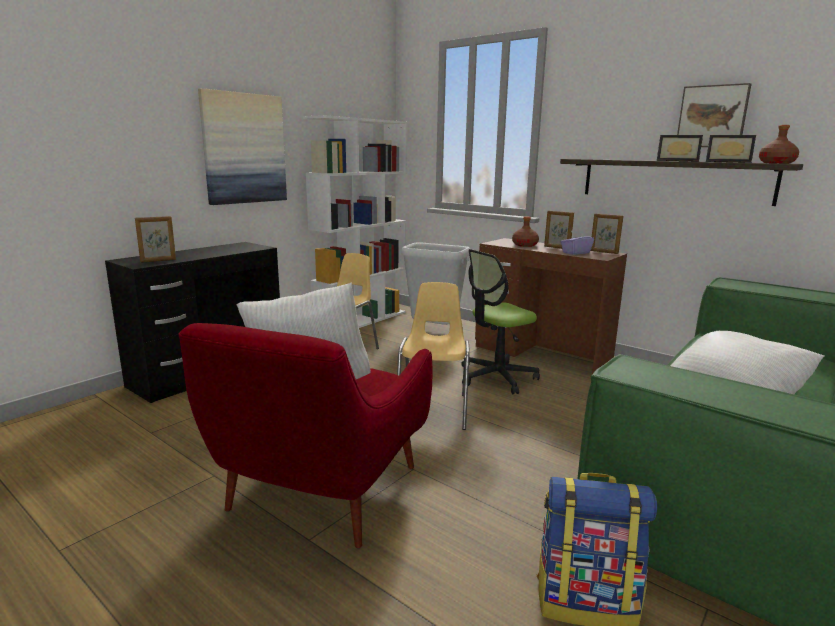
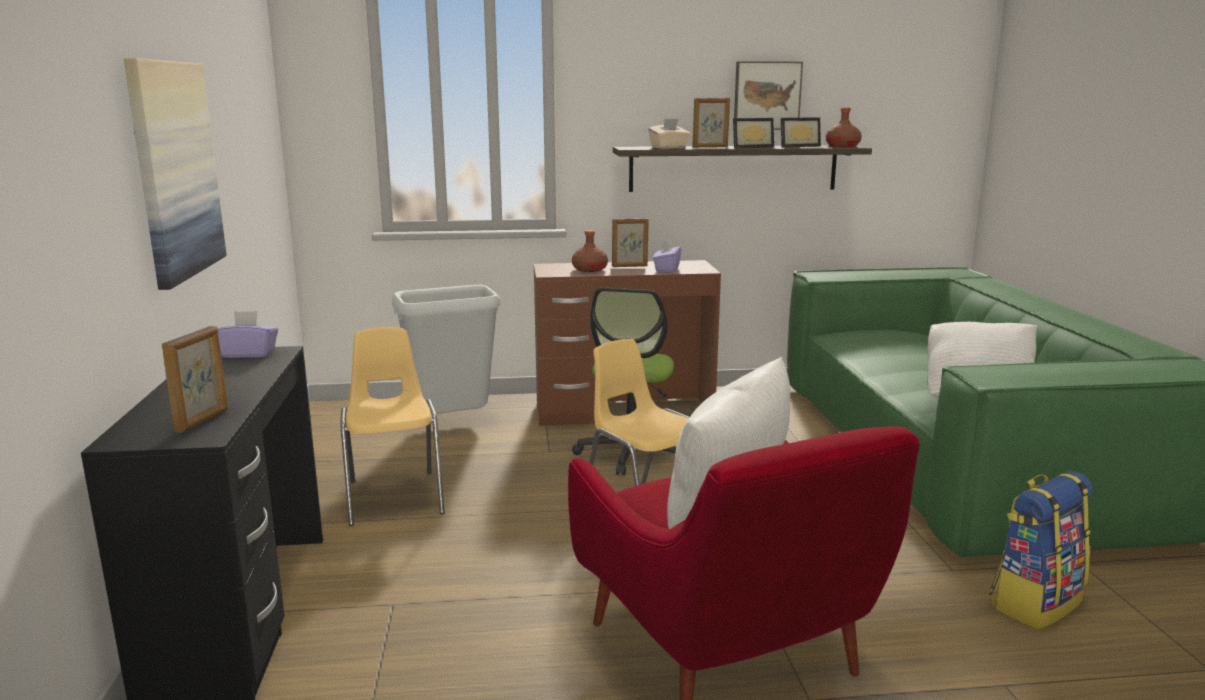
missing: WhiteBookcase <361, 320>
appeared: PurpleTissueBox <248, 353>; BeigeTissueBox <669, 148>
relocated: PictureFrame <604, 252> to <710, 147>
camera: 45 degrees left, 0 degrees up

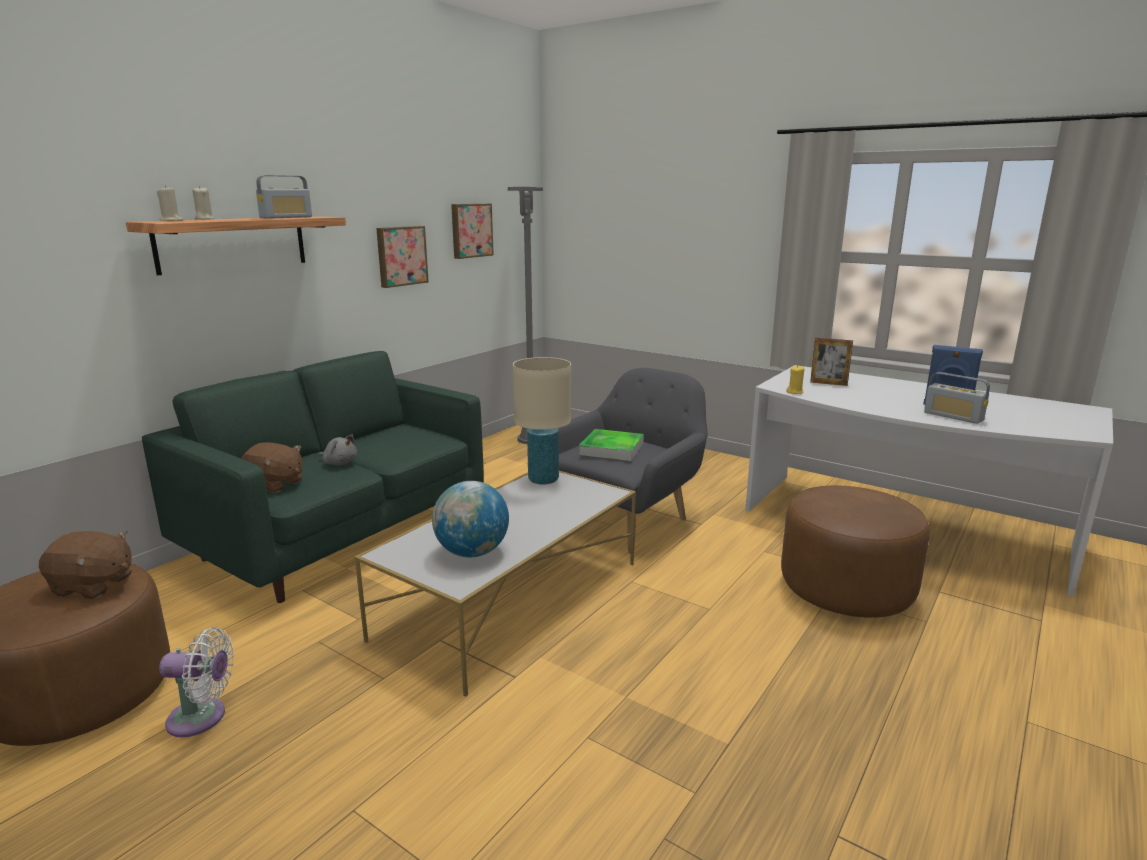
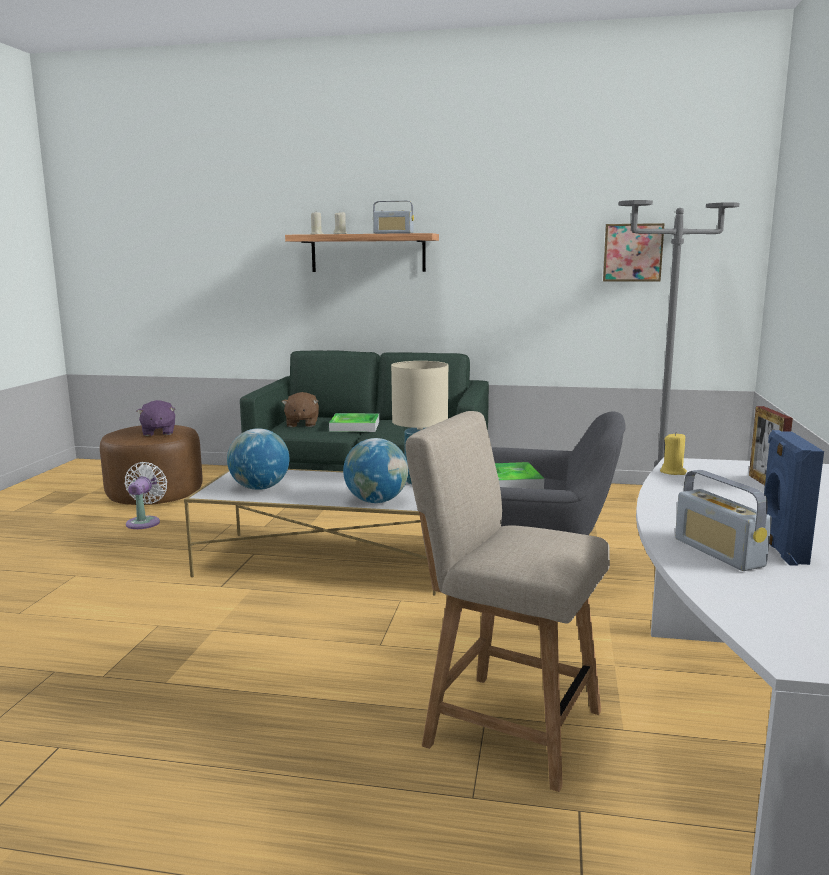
missing: Picture <401, 256>
appeared: Globe <376, 501>
exchanged: GreyPlushToy <339, 463> to Tray <354, 426>; BrownOttoman <845, 589> to BeigeChair <505, 725>
colour: BrownPlushToy <93, 586> to PurplePlushToy <158, 432>
spun: WhiteFan <202, 718> = <145, 522> 150 degrees counterclockwise; Radio <953, 416> = <718, 552> 45 degrees counterclockwise
camera: 65 degrees right, 5 degrees down

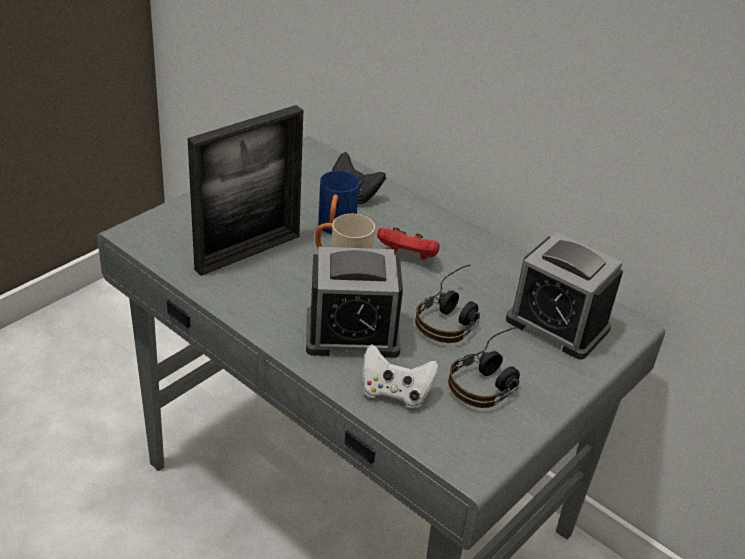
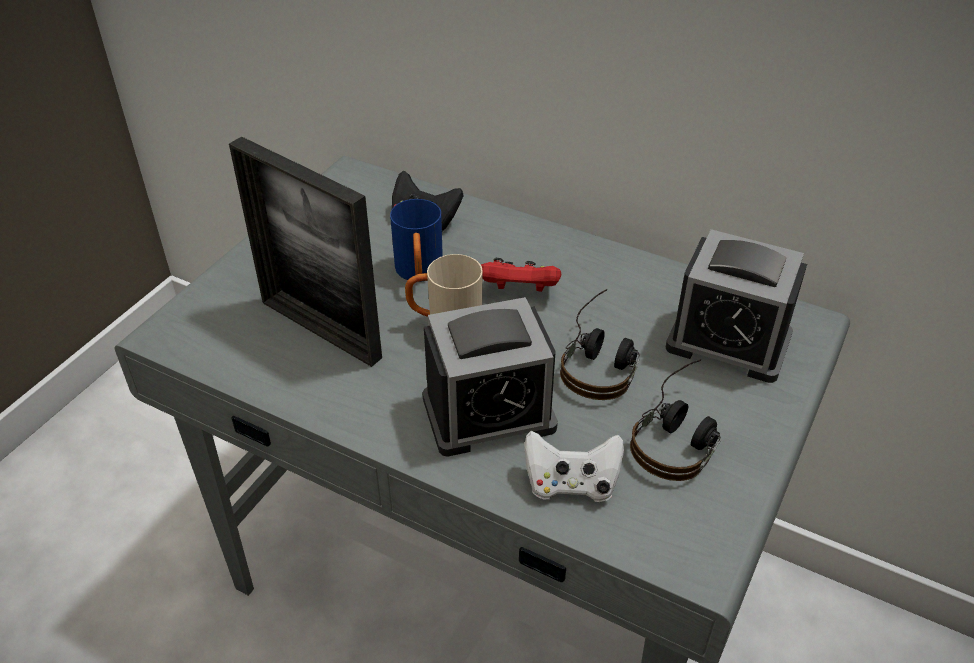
spun: PictureFrame <248, 252> = <320, 329> 90 degrees clockwise
camera: 10 degrees left, 5 degrees up

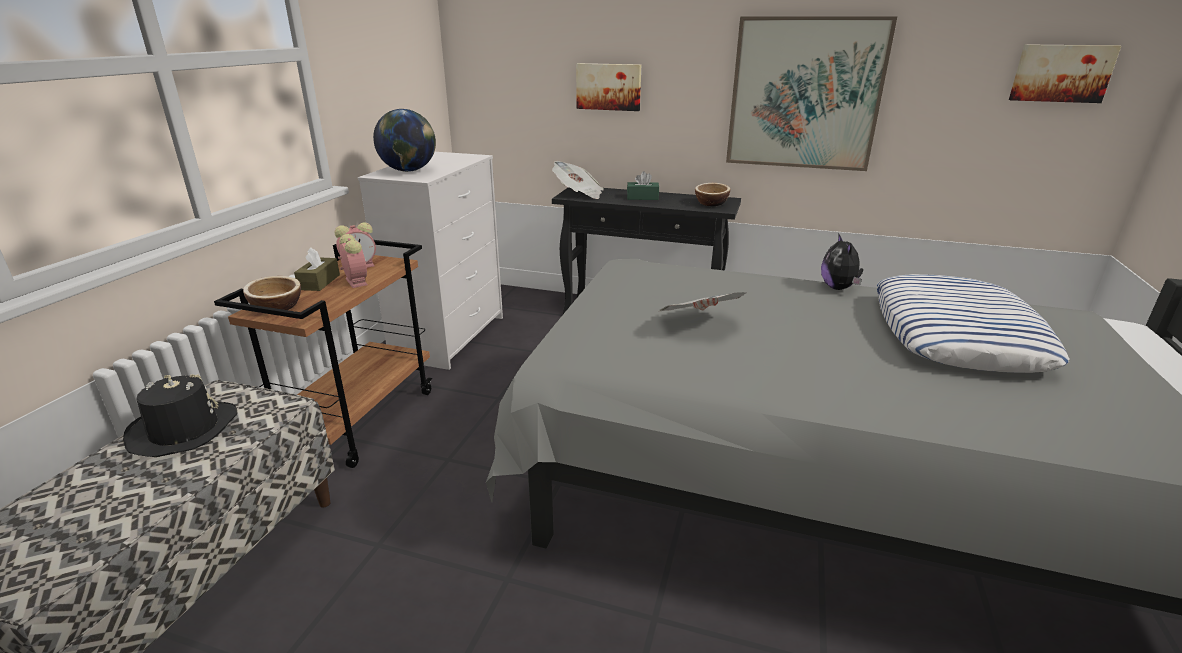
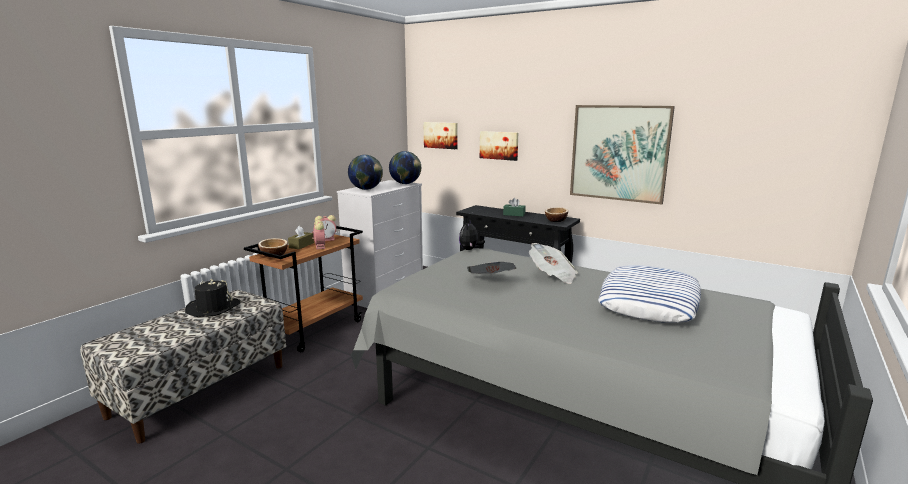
appeared: Globe <405, 184>
relocated: Newspaper <578, 194> to <553, 276>; PlushToy <839, 288> to <470, 249>; Picture <1061, 73> to <441, 135>
camera: 15 degrees right, 10 degrees down

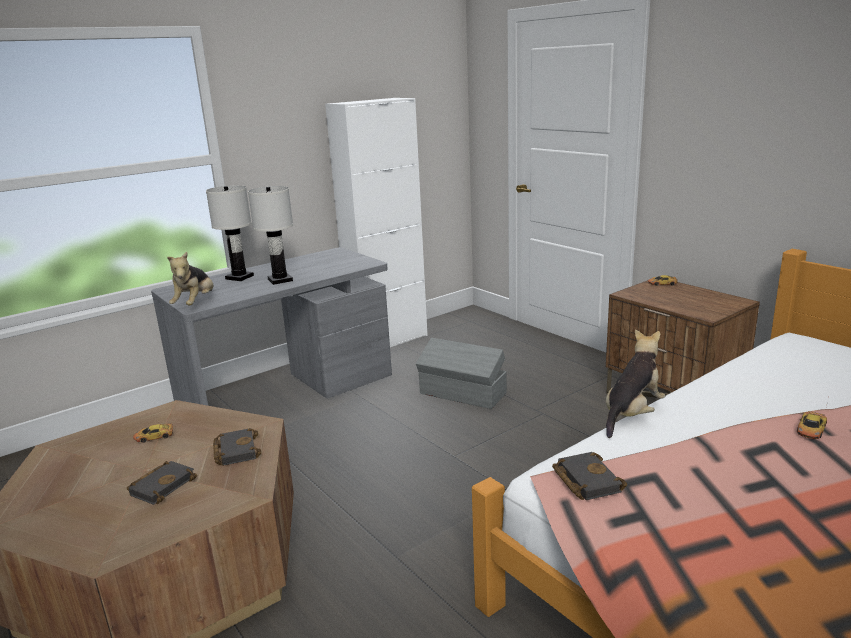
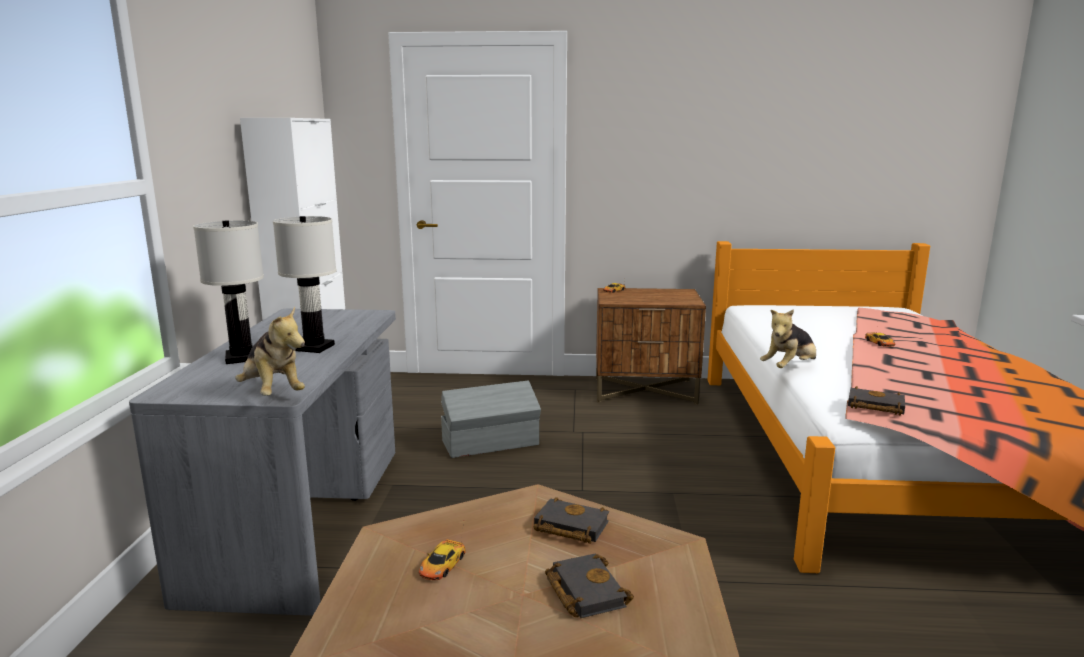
spun: PlushToy <632, 414> = <789, 368> 120 degrees counterclockwise
camera: 50 degrees left, 5 degrees down

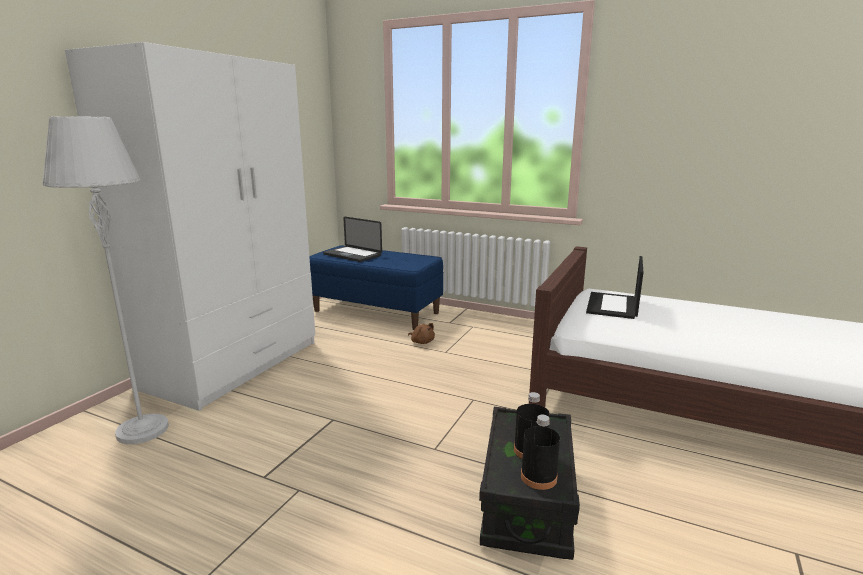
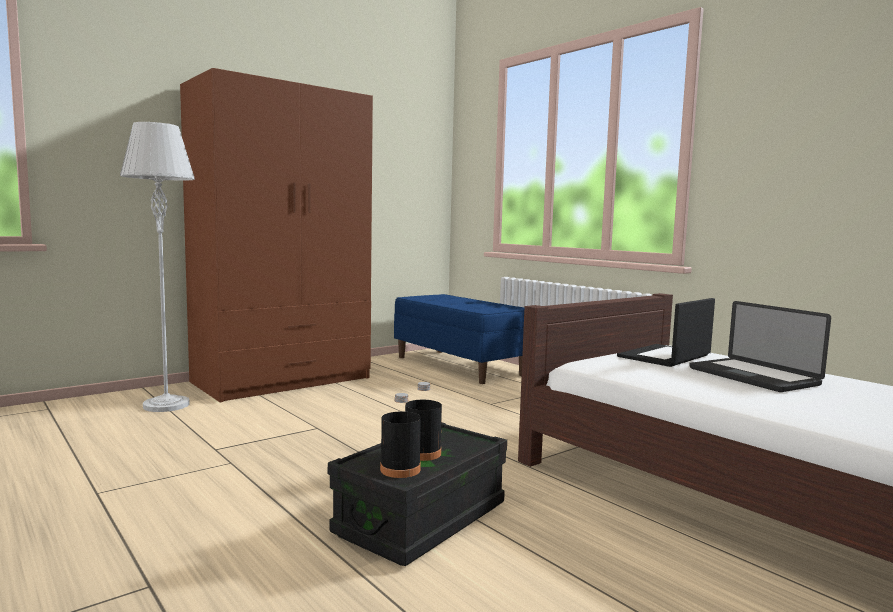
missing: BrownPlushToy <422, 342>
relocated: Laptop <352, 255> to <752, 376>
colour: WhiteWardrobe <234, 364> to BrownWardrobe <283, 380>
camera: 25 degrees right, 10 degrees down

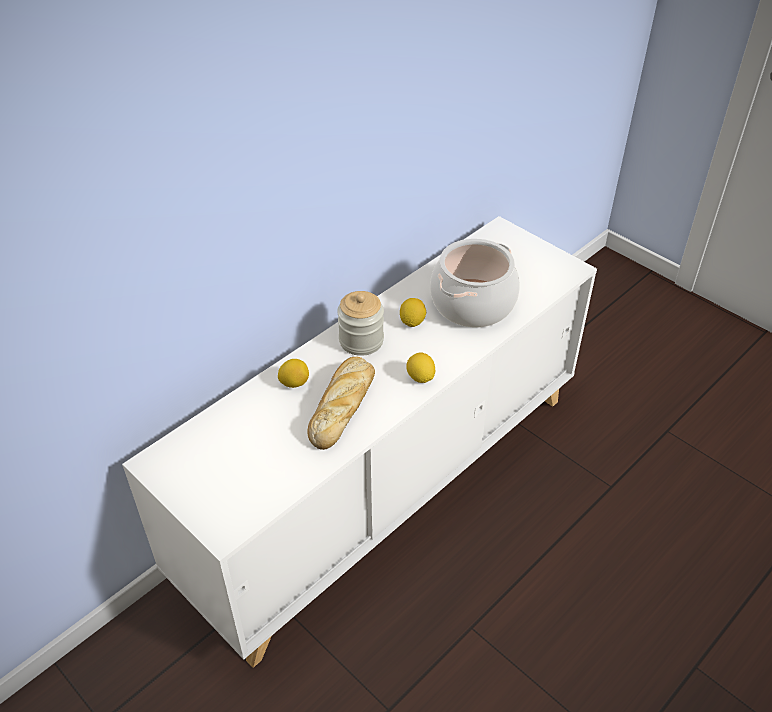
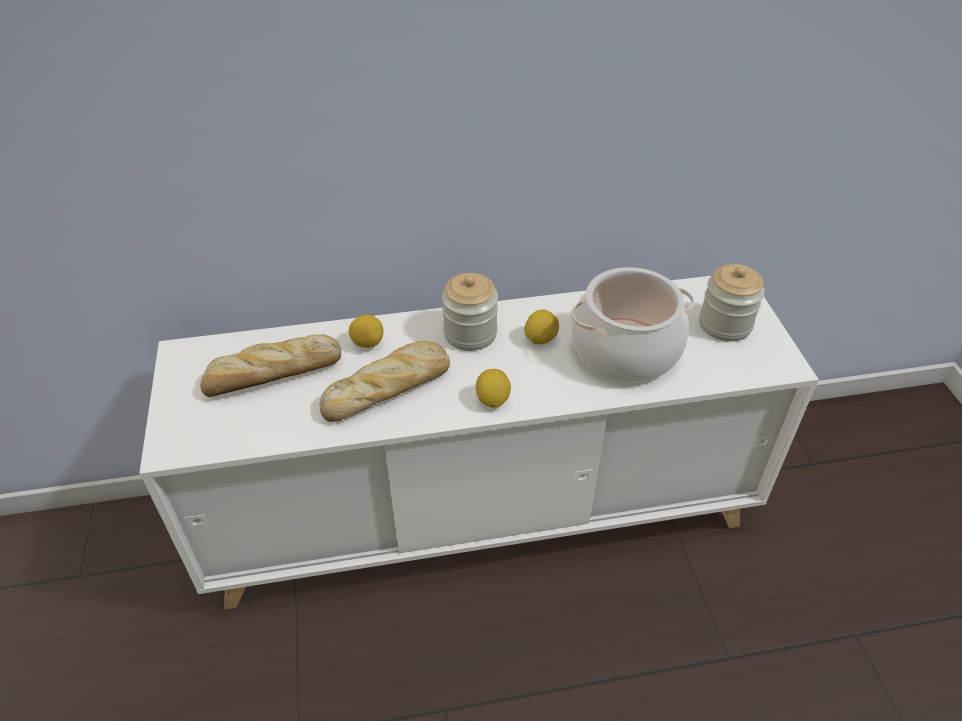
appeared: Bread <271, 375>; Jar <725, 324>
camera: 35 degrees right, 0 degrees up

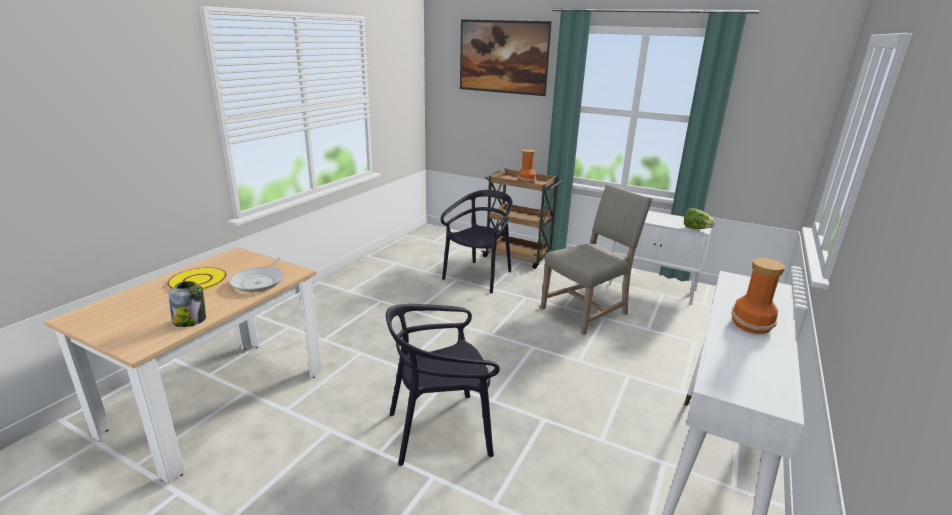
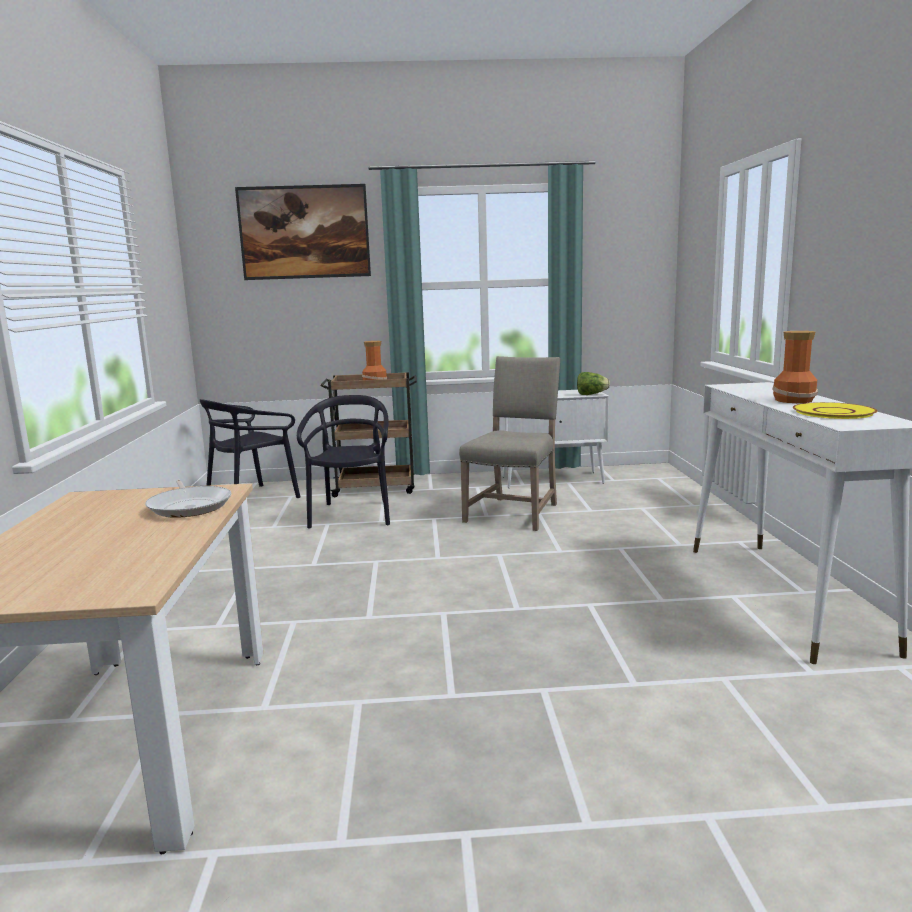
missing: Jar <190, 320>
relocated: YellowPlate <197, 280> to <833, 412>; BlackChair <440, 430> to <252, 499>
camera: 30 degrees left, 10 degrees down

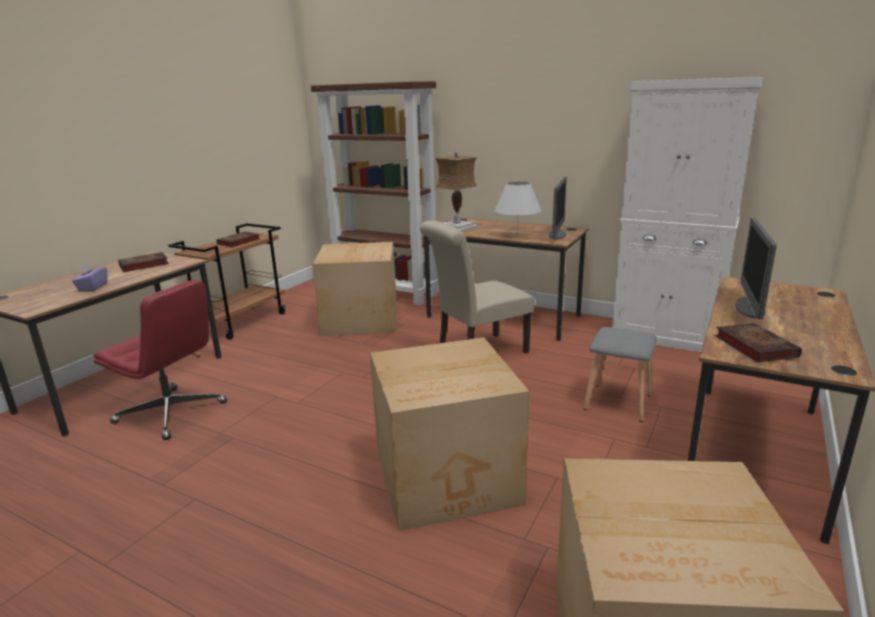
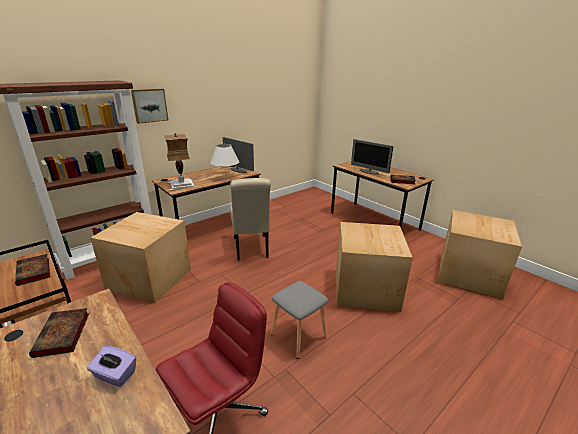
missing: WhiteCabinet <665, 336>
appeared: Picture <149, 105>
relocated: GreyStool <617, 401> to <297, 335>
camera: 70 degrees left, 5 degrees up

